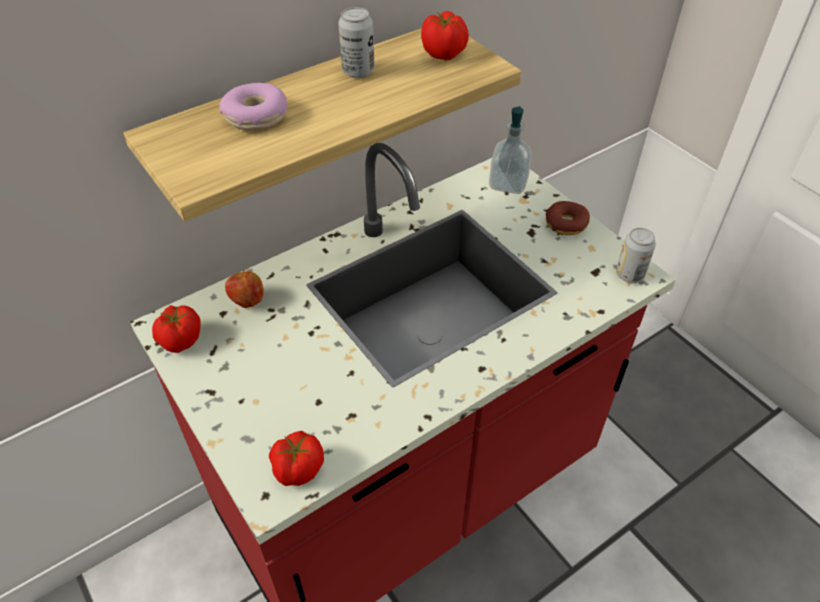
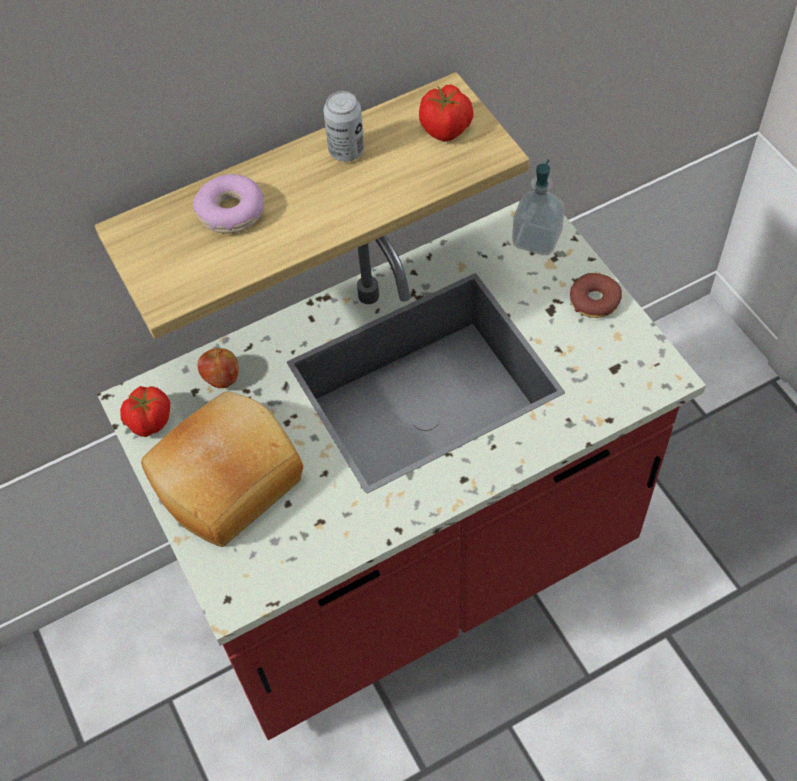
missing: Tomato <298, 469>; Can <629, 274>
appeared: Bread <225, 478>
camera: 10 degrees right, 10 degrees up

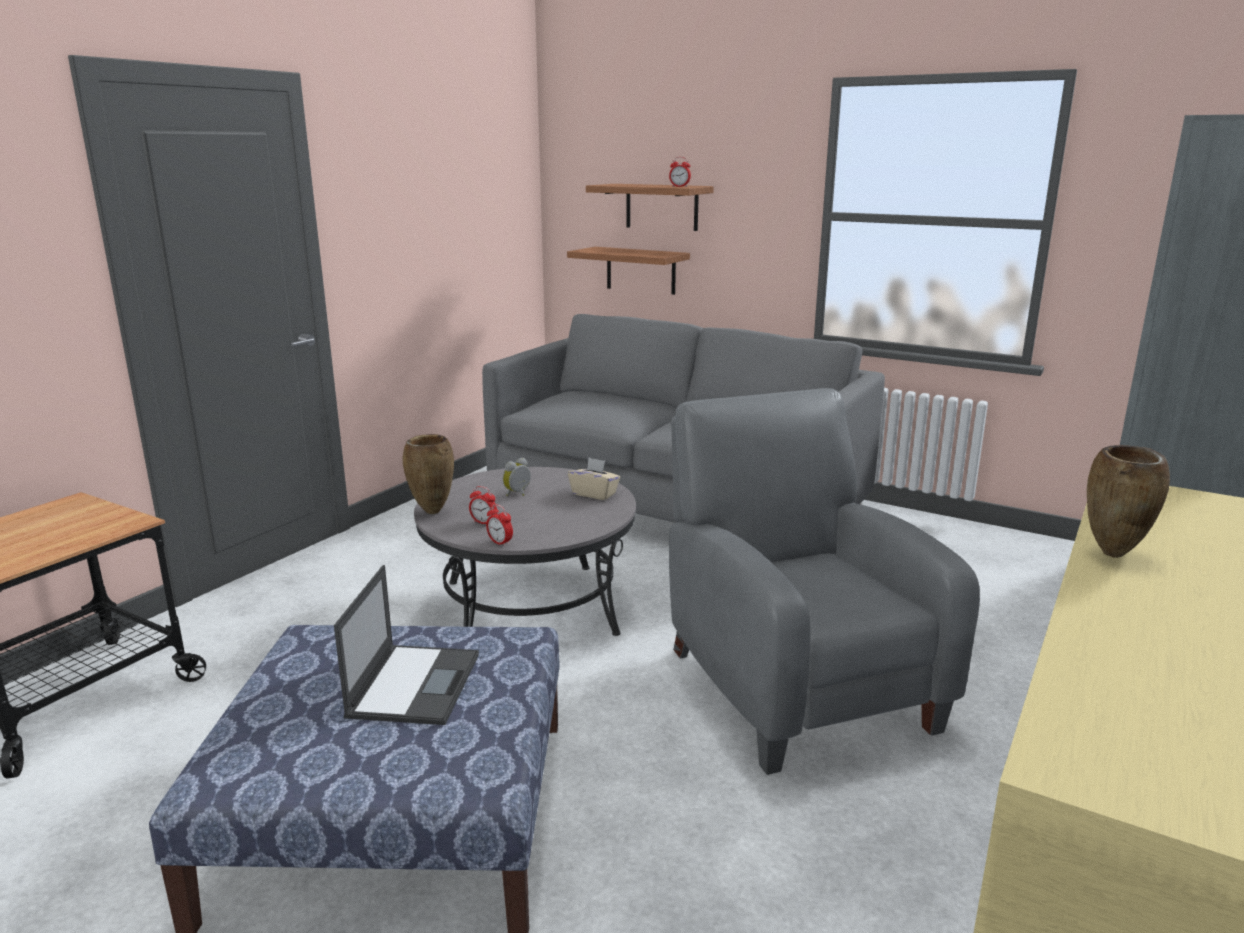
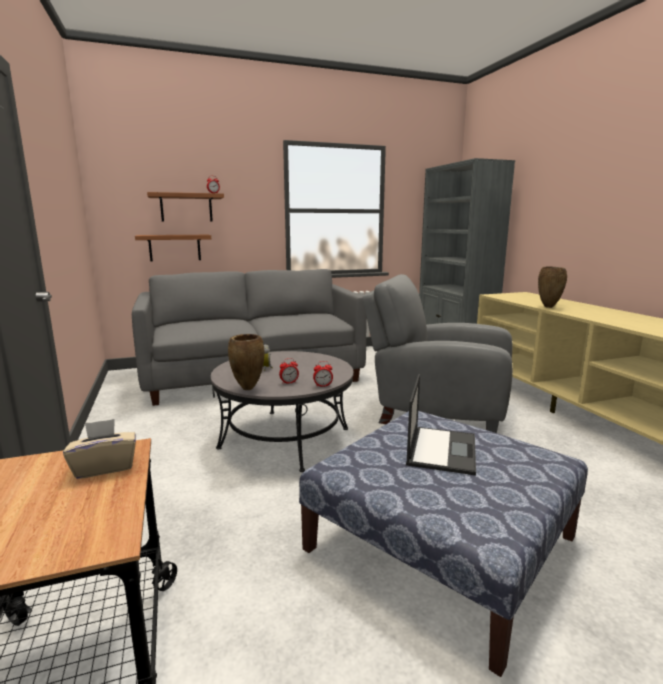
relocated: BeigeTissueBox <594, 494> to <105, 467>
spun: Laptop <415, 683> = <441, 449> 60 degrees clockwise
camera: 50 degrees left, 5 degrees down

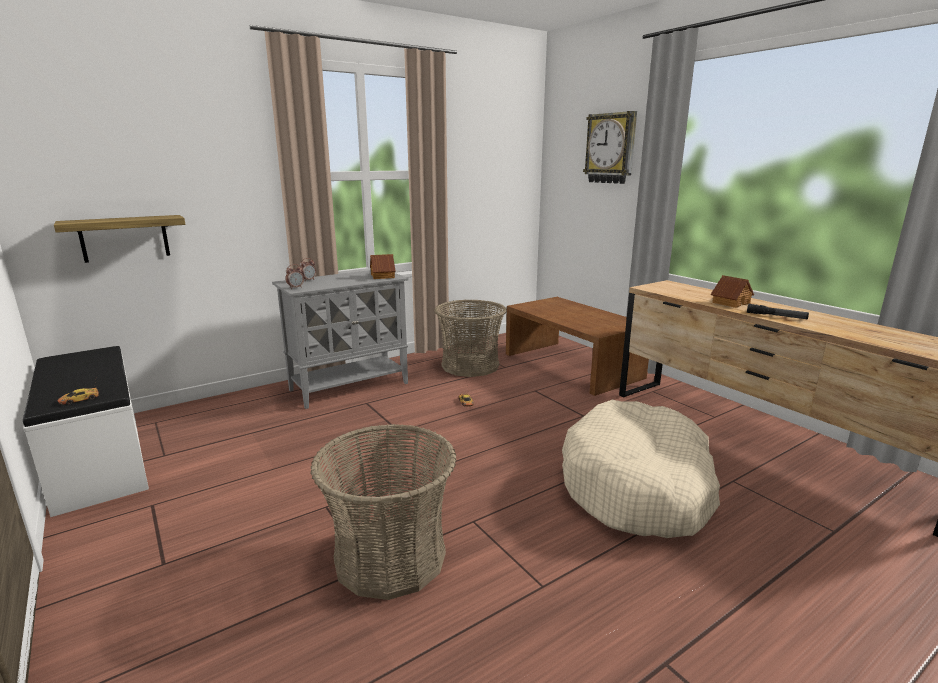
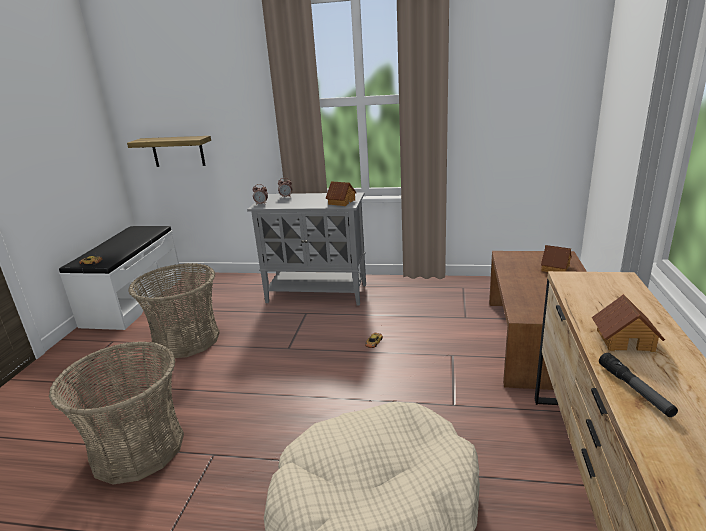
missing: WallClock <611, 148>
appeared: ToyHouse <556, 268>
relocated: Basket <470, 365> to <186, 339>
camera: 45 degrees right, 5 degrees up

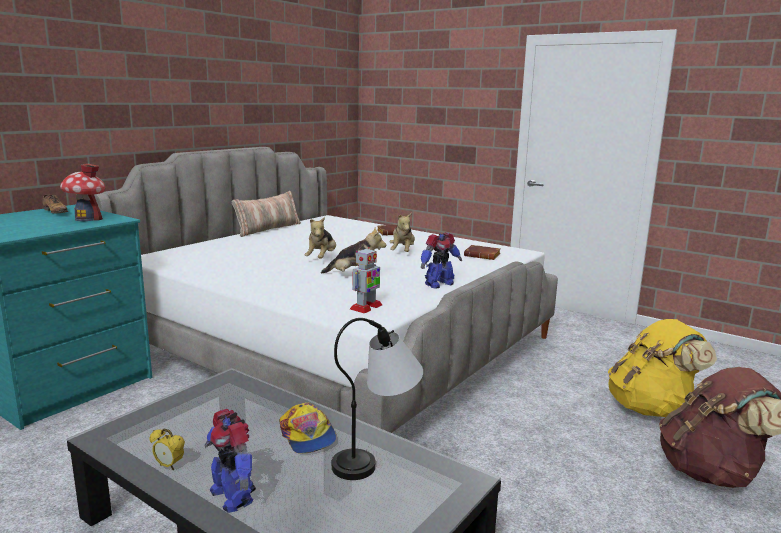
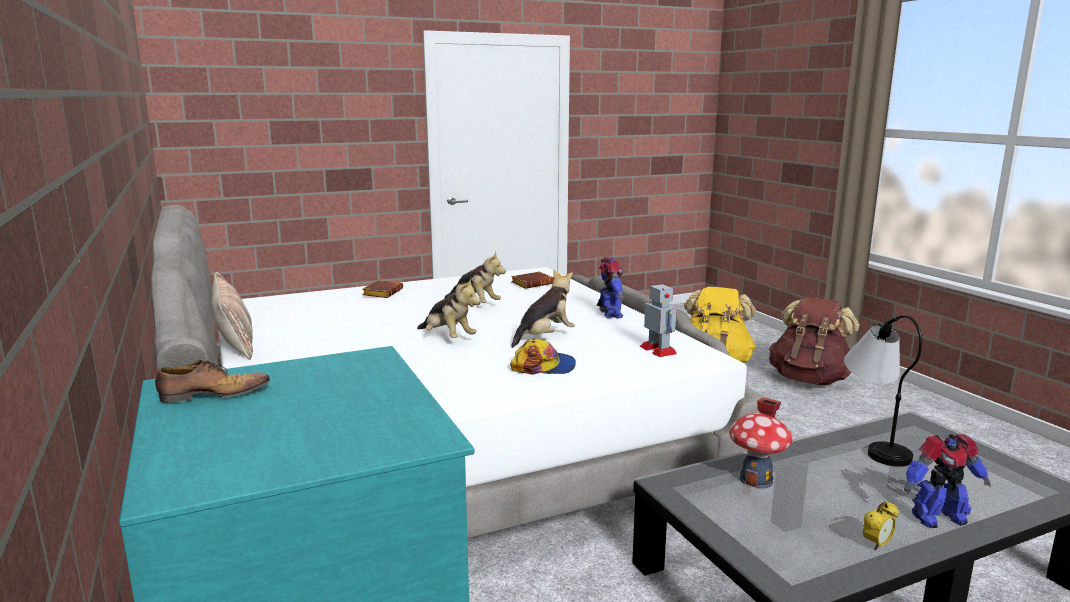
relocated: ToyHouse <86, 219> to <756, 480>; Cap <308, 436> to <544, 366>
camera: 60 degrees left, 0 degrees up

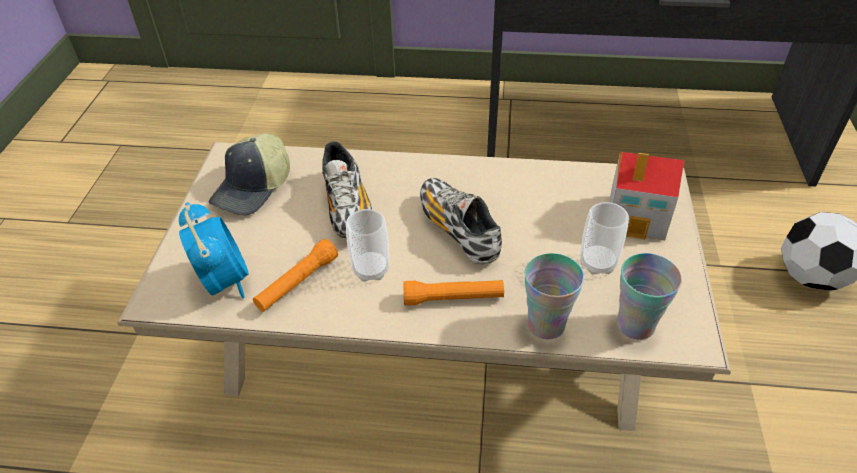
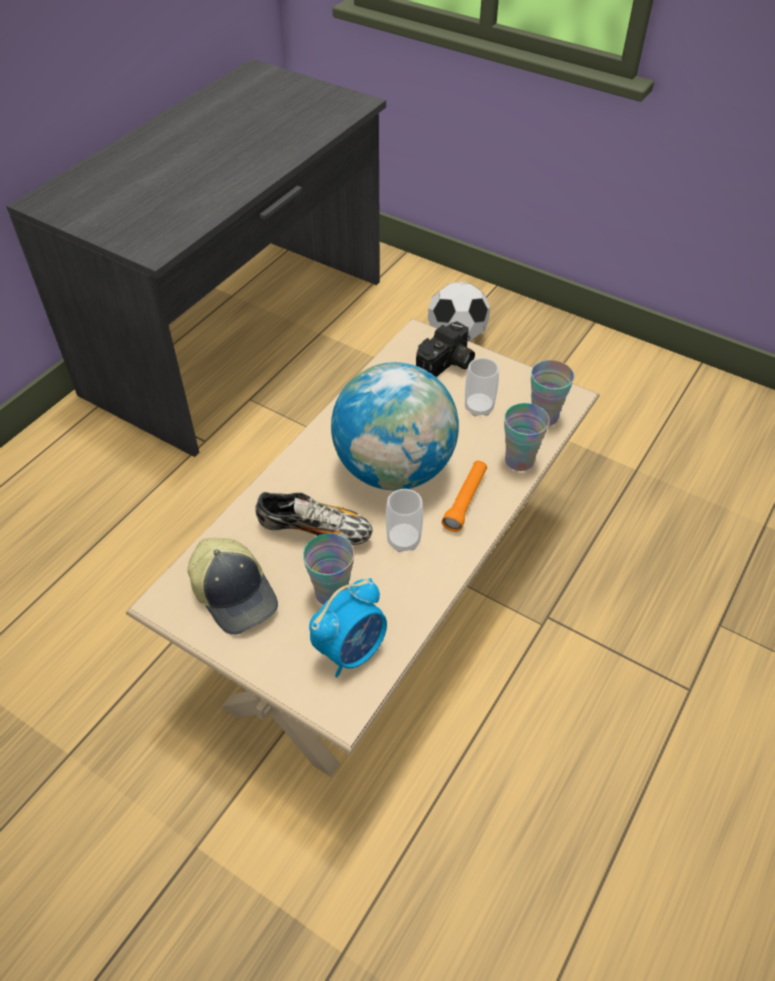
missing: OrangeFlashlight <297, 283>
appeared: Cup <331, 593>
exchanged: Shoe <458, 230> to Globe <394, 469>; ToyHouse <638, 216> to PhotoCamera <447, 365>
spun: AlarmClock <224, 281> = <351, 649> 135 degrees clockwise
camera: 65 degrees left, 5 degrees up

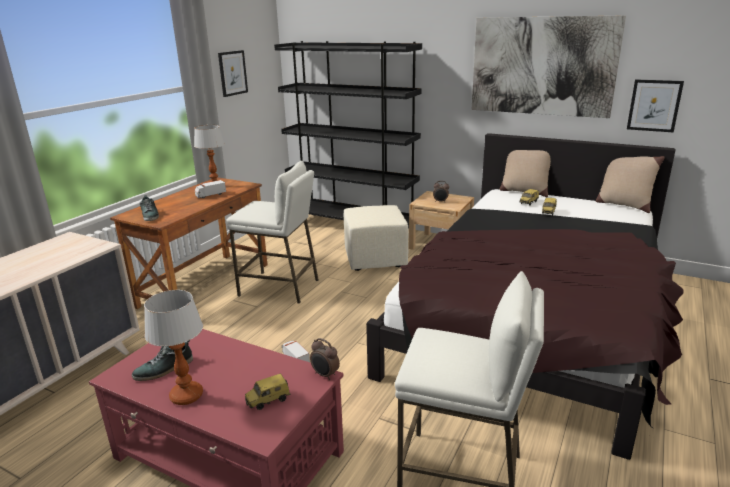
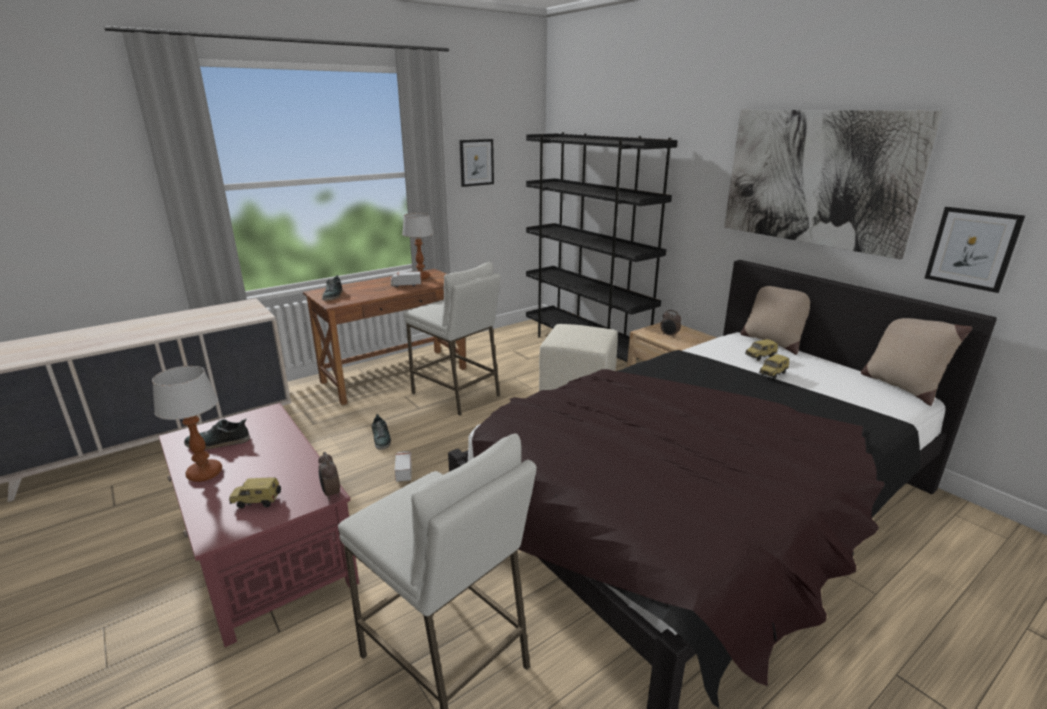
appeared: Shoe <381, 439>
camera: 25 degrees right, 0 degrees up

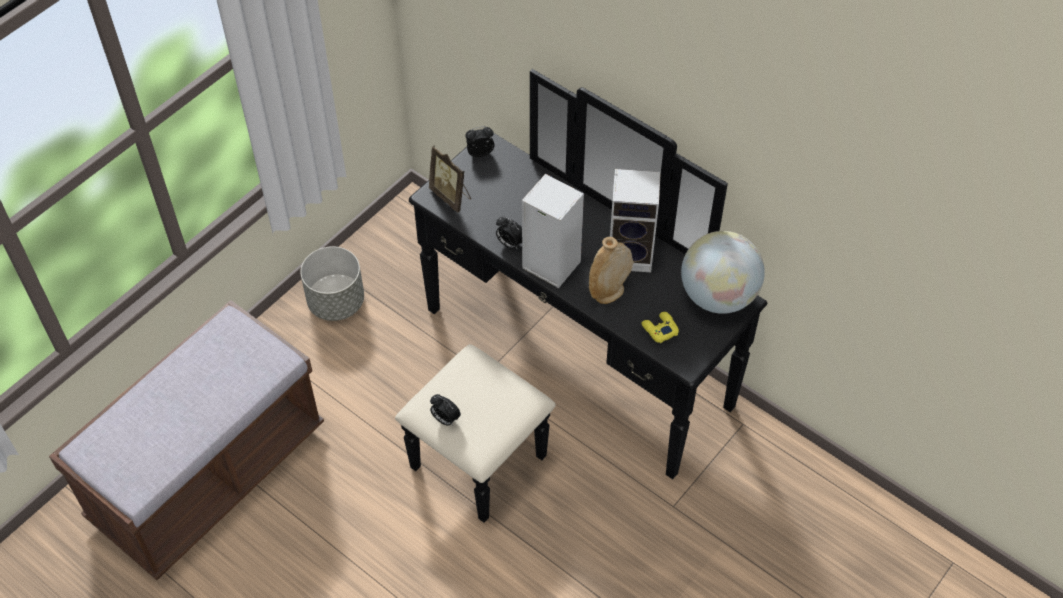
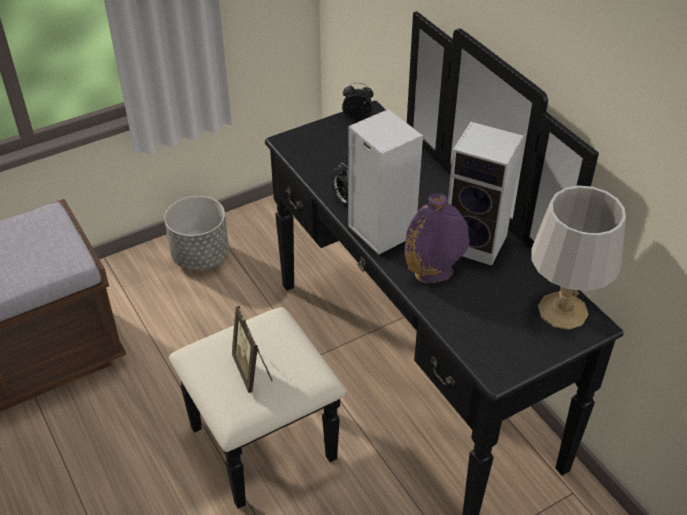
missing: AlarmClock <445, 419>; YellowGameController <659, 329>
relocated: PictureFrame <451, 196> to <253, 371>
exchanged: Globe <718, 296> to GreyTableLamp <563, 310>
colour: BeigeVase <609, 292> to PurpleVase <434, 273>
camera: 20 degrees right, 10 degrees down

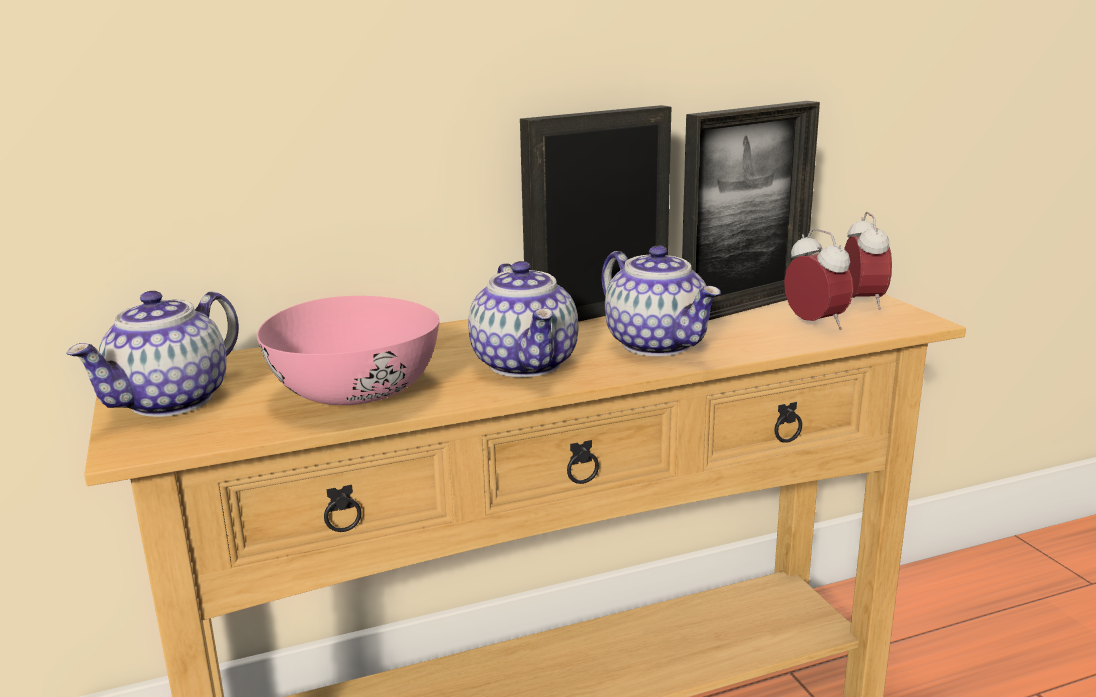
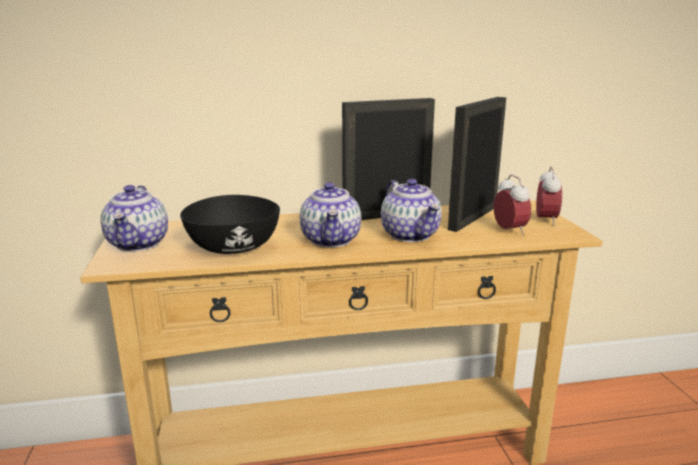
colour: PinkBowl <354, 392> to BlackBowl <232, 247>
spun: Teapot <171, 402> = <139, 244> 45 degrees counterclockwise; PictureFrame <744, 307> = <473, 218> 150 degrees clockwise
camera: 10 degrees right, 0 degrees up

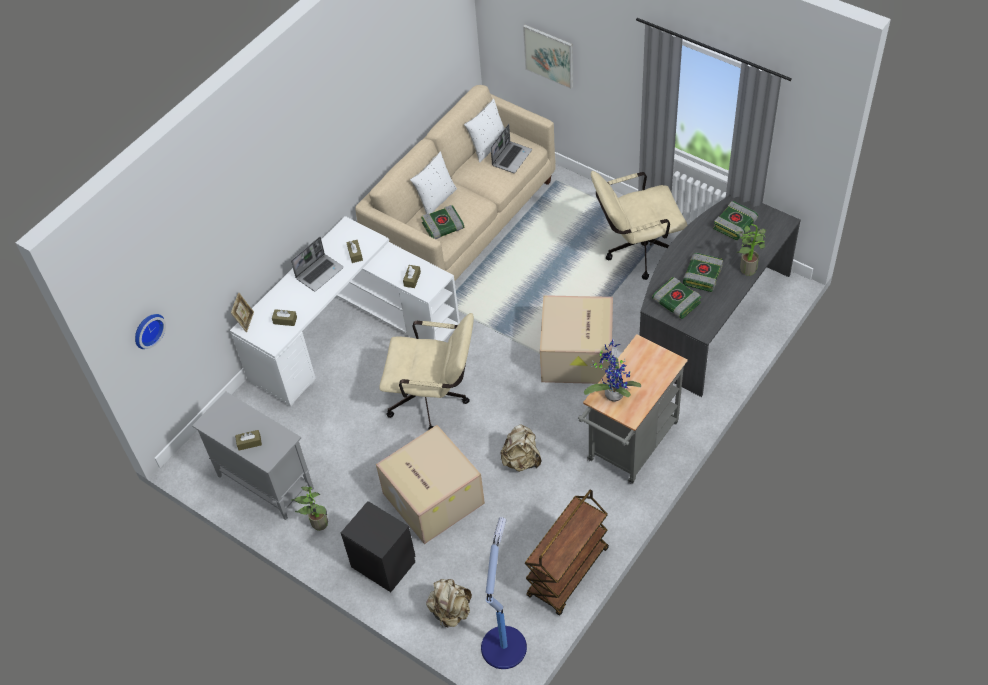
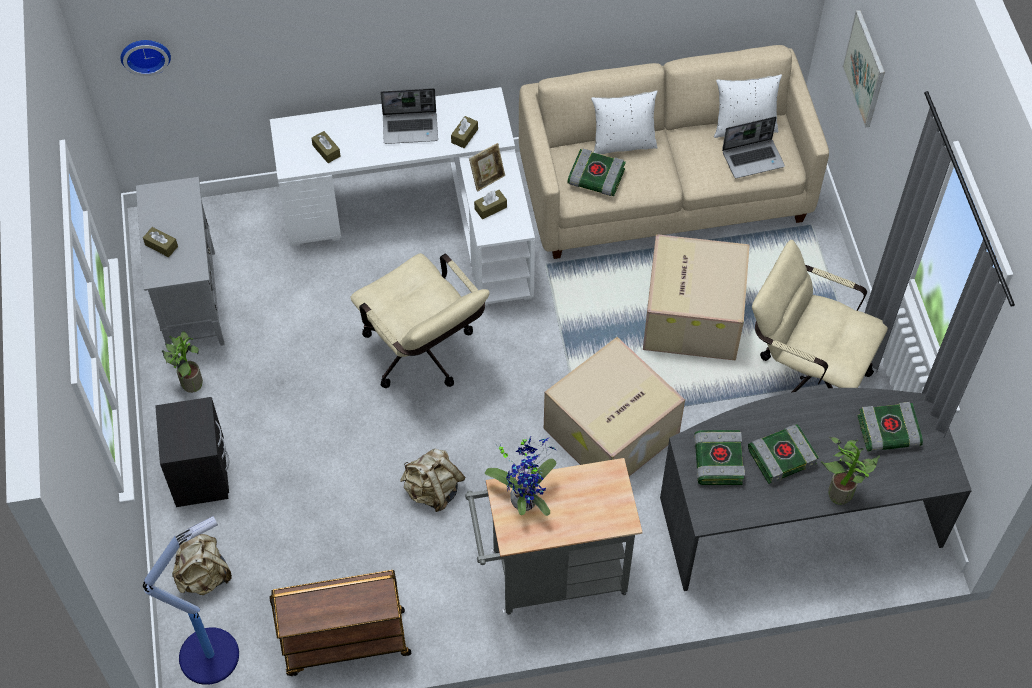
relocated: PictureFrame <245, 321> to <487, 179>; CardboardBox <431, 498> to <691, 315>
camera: 40 degrees right, 5 degrees up

